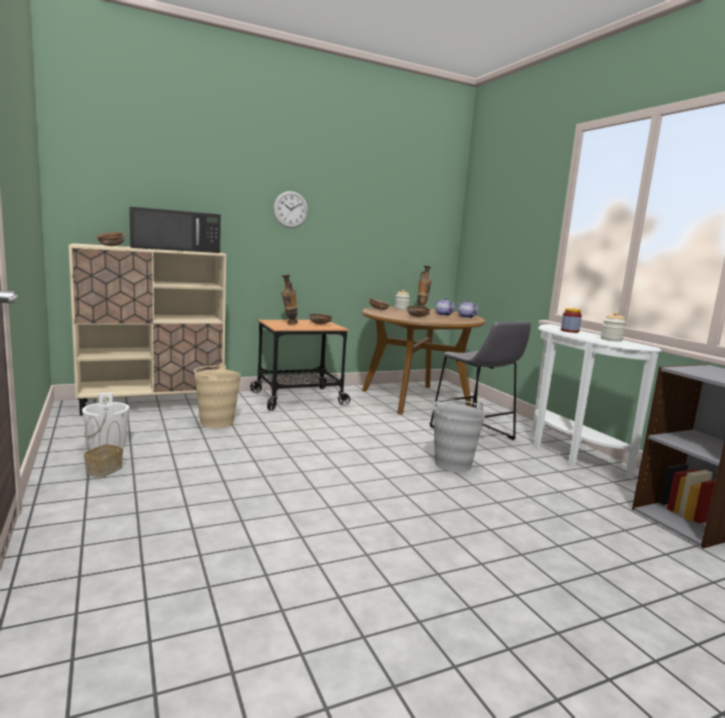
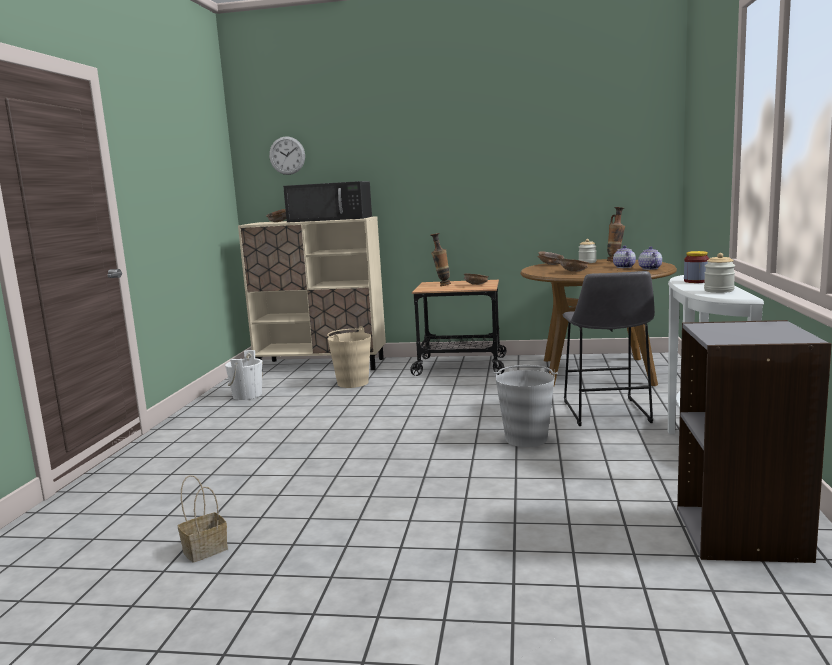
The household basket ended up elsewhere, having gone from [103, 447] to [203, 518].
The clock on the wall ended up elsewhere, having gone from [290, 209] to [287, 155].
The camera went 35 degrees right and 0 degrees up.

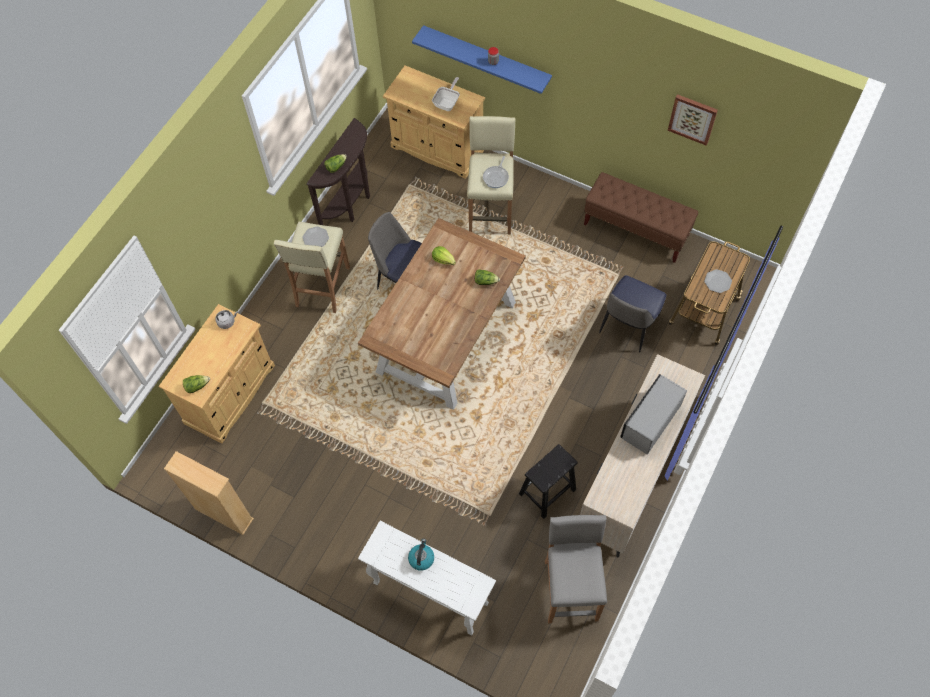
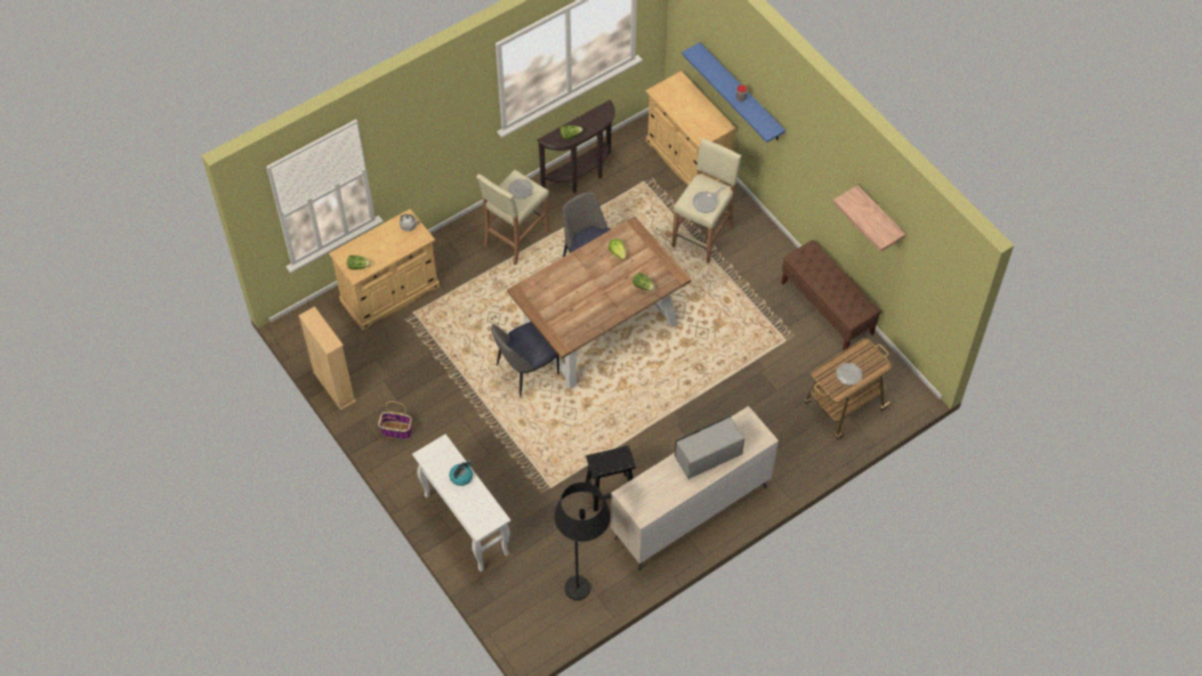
The second view gained the household basket at [395, 420].
The chair ended up elsewhere, having gone from [632, 314] to [525, 360].
Where the stool seat (grey) stood at [576, 569], the standard lamp (black-coloured) came to stand at [582, 541].
Where the picture hung at [693, 120], the bracket shelf came to hang at [869, 218].
The second view lost the skillet at [446, 94].
The camera went 25 degrees right and 5 degrees down.

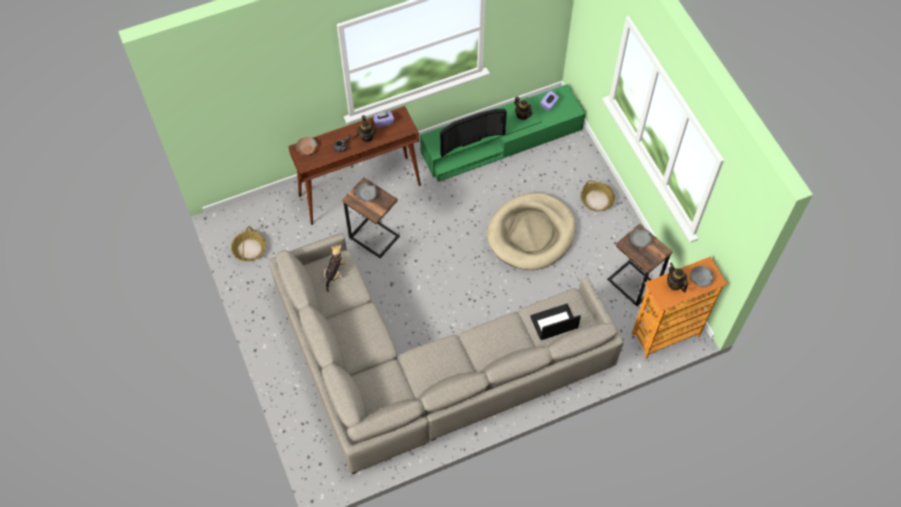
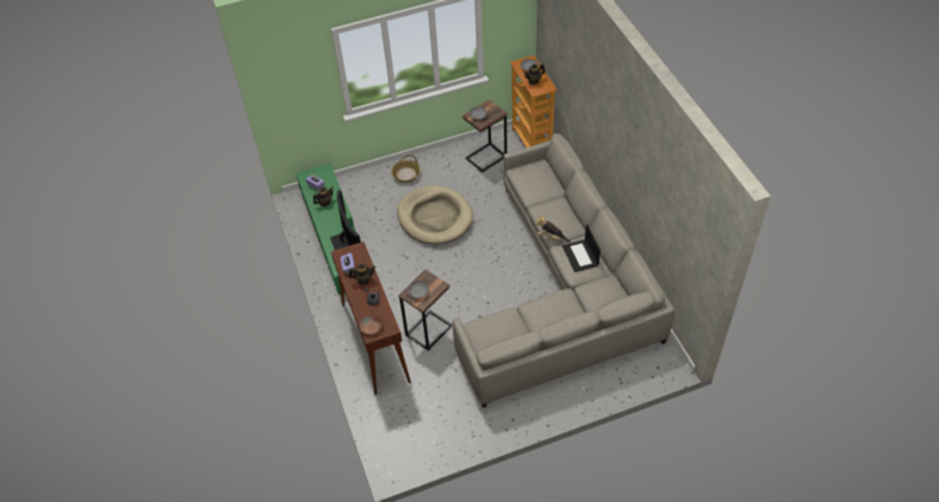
The cuddly toy ended up elsewhere, having gone from [335, 268] to [553, 228].
The laptop ended up elsewhere, having gone from [555, 322] to [581, 248].
The second view lost the household basket at [248, 243].
The camera went 85 degrees left and 10 degrees down.

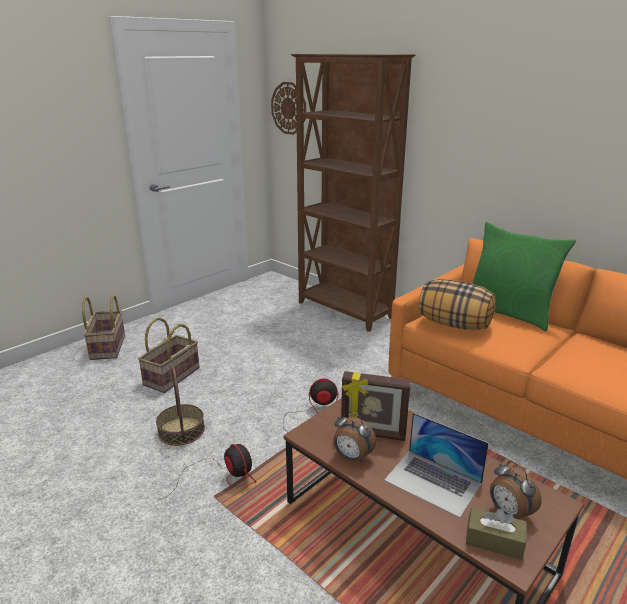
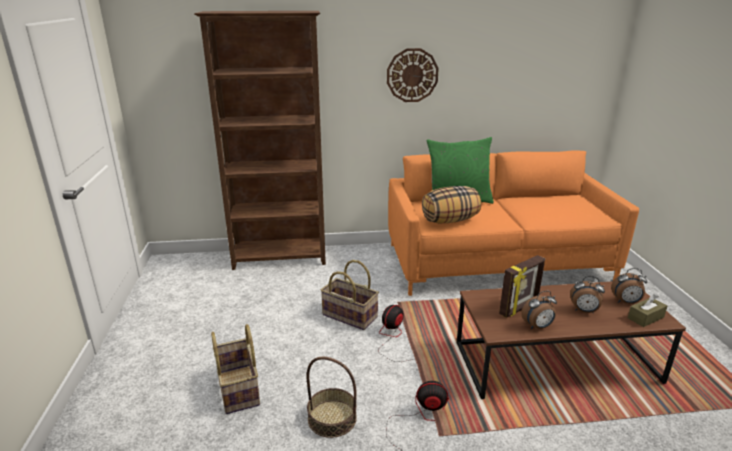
The household basket ended up elsewhere, having gone from [103, 327] to [350, 295].
The clock on the wall ended up elsewhere, having gone from [288, 108] to [413, 75].
Where the laptop stood at [436, 465], the bedside clock came to stand at [587, 294].
The camera went 50 degrees left and 0 degrees up.

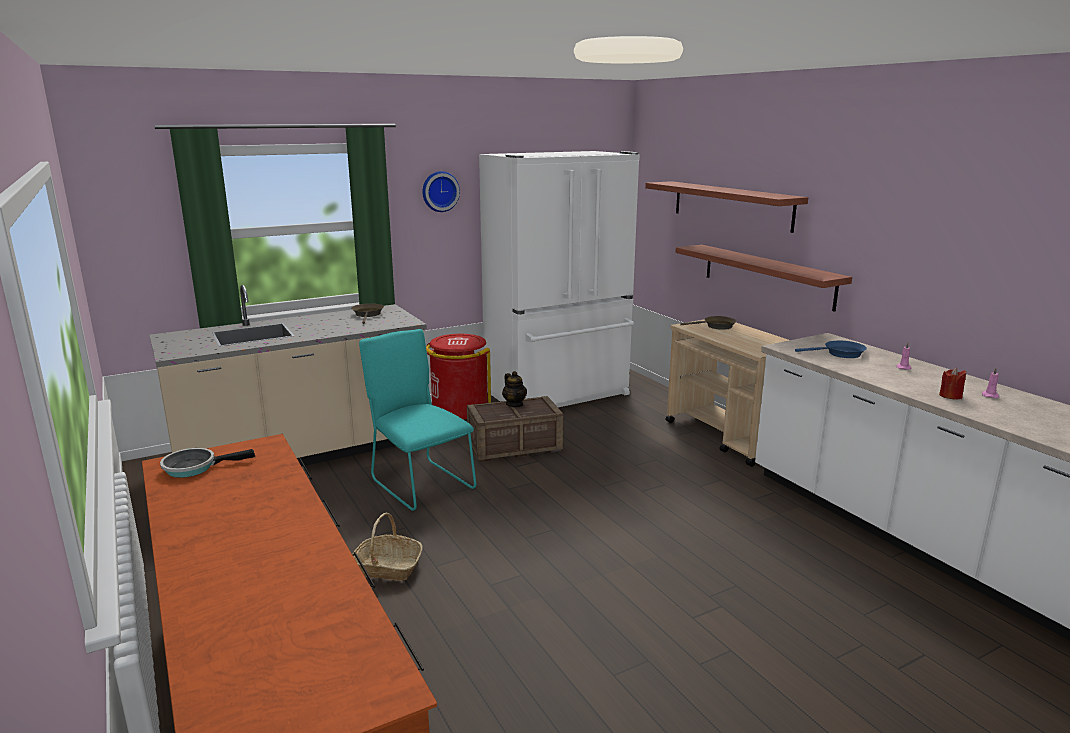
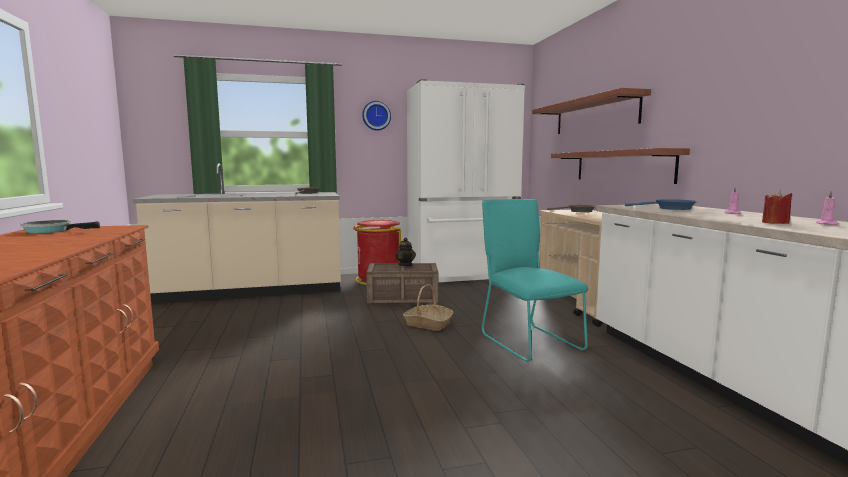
The household basket ended up elsewhere, having gone from [387, 547] to [428, 307].
The chair (turquoise-coloured) ended up elsewhere, having gone from [417, 420] to [535, 280].
The camera went 15 degrees right and 10 degrees down.

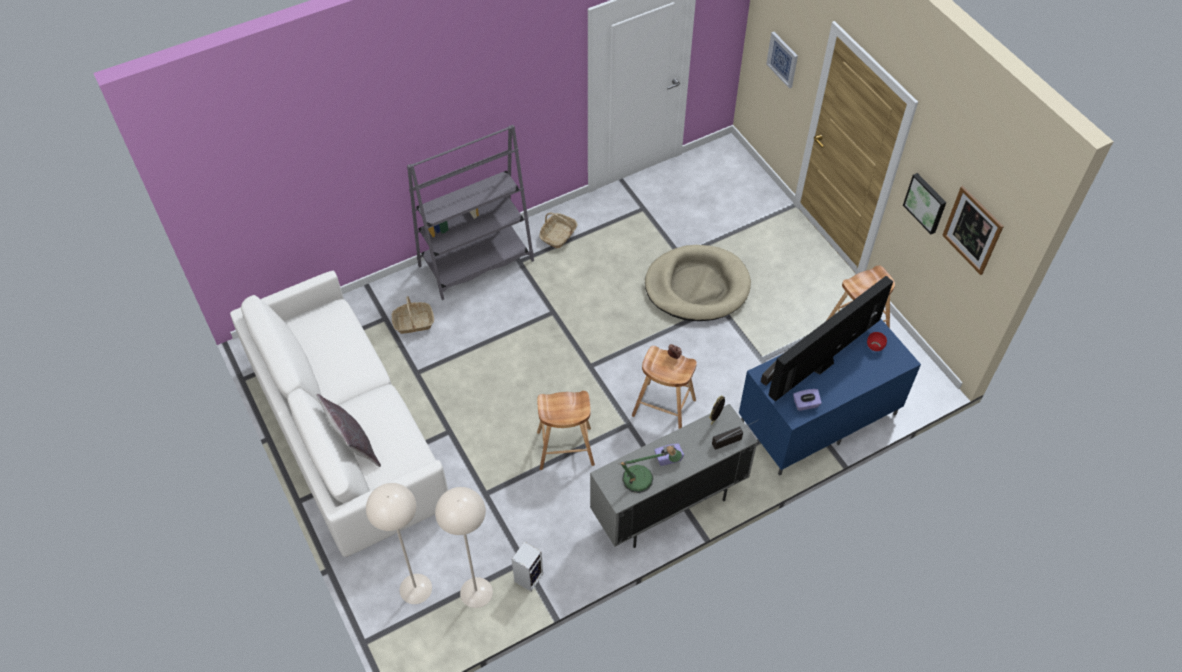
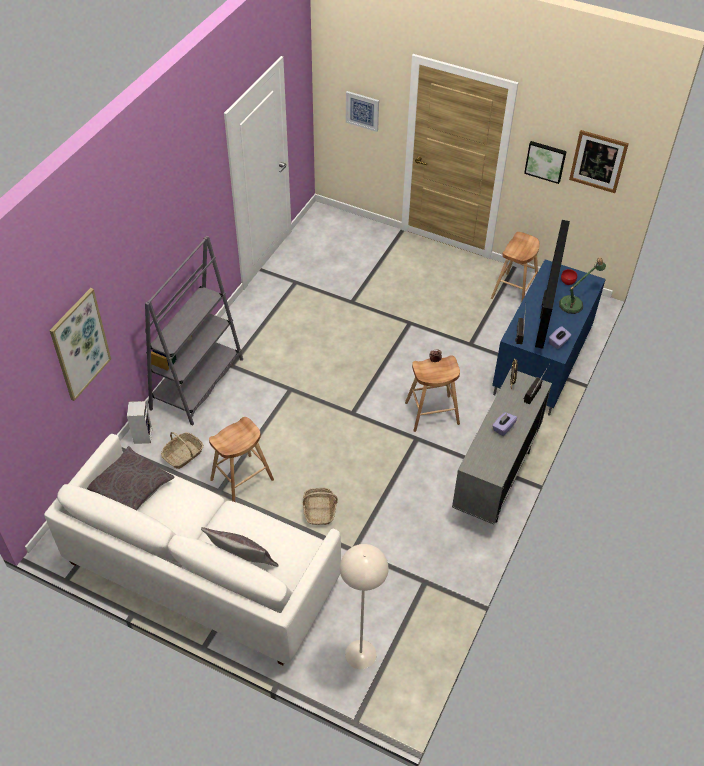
The second view gained the picture at [80, 344].
The second view gained the cushion (grey) at [131, 478].
The speaker ended up elsewhere, having gone from [527, 567] to [139, 422].
The stool seat (brownish) ended up elsewhere, having gone from [566, 430] to [241, 459].
The household basket ended up elsewhere, having gone from [558, 230] to [320, 506].
The lamp for a table ended up elsewhere, having gone from [650, 469] to [582, 285].
The second view lost the standard lamp (sand-coloured) at [464, 547].
The second view lost the dog cushion (sand-coloured) at [698, 283].
The camera went 35 degrees left and 5 degrees down.

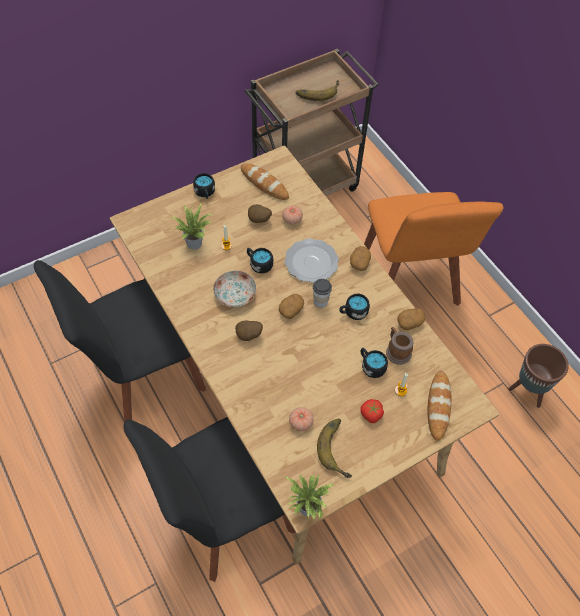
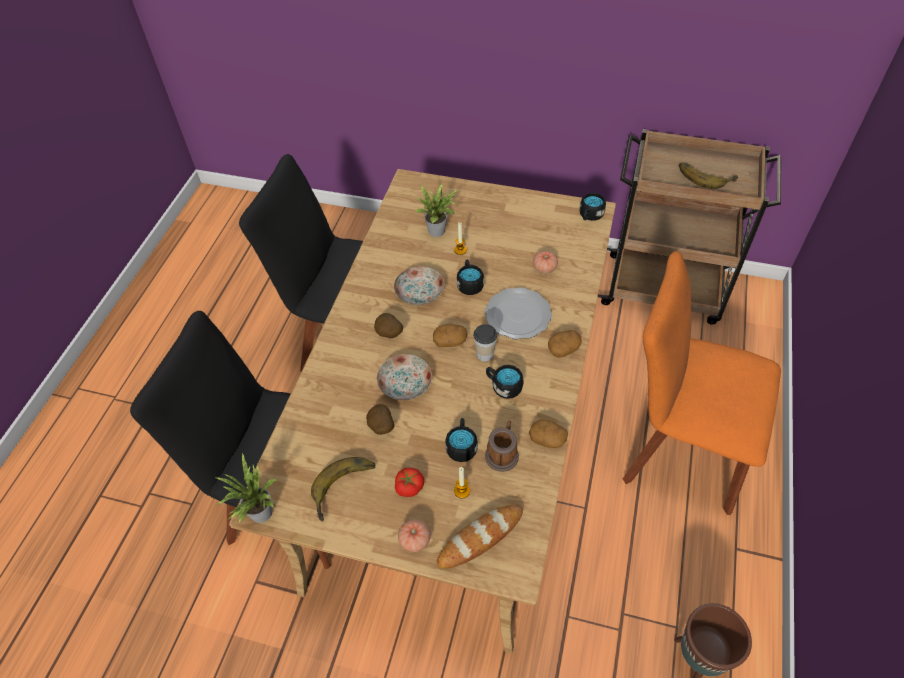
The whole potato ended up elsewhere, having gone from [260, 213] to [380, 419].
The second view gained the plate at [404, 377].
The fresh tomato ended up elsewhere, having gone from [301, 419] to [414, 535].
The mug (black-coloured) ended up elsewhere, having gone from [204, 186] to [592, 207].
The chair (orangey) at [434, 249] ended up facing another way, 75 degrees clockwise from before.
The second view lost the bakery bread at [265, 181].
The camera went 50 degrees right and 5 degrees down.

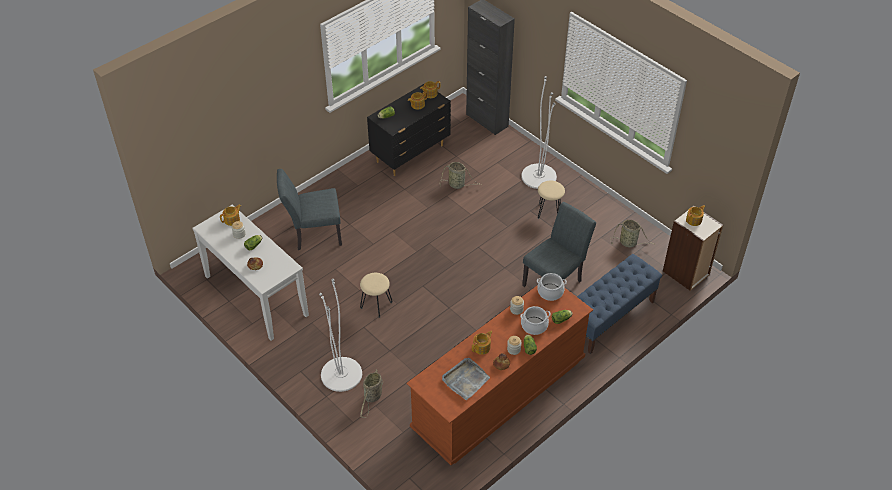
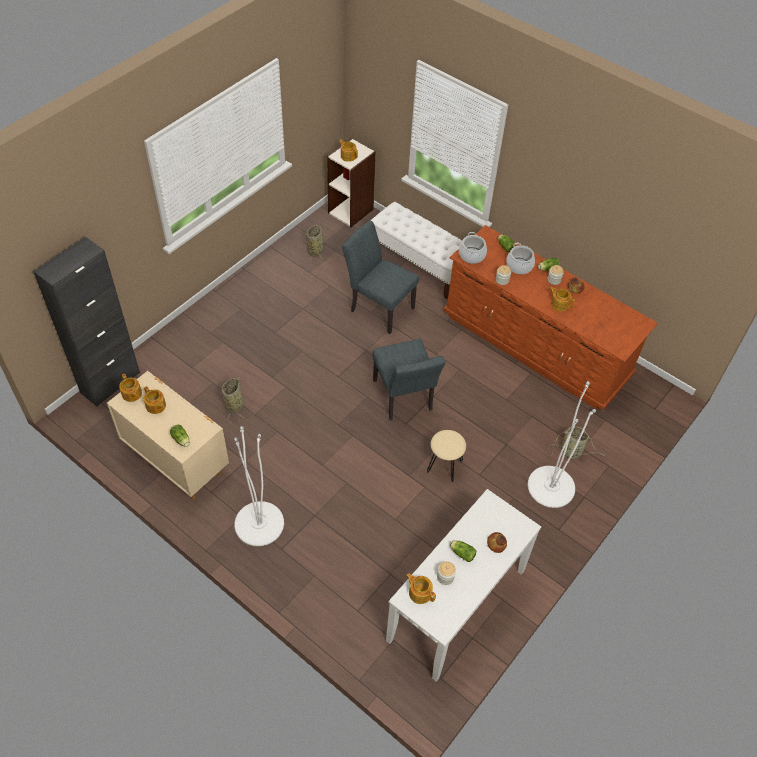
What was the drawer chest (black-coloured) at [409, 129] turned into the drawer chest (sand-coloured) at [168, 435].
The standard lamp (whitish) ended up elsewhere, having gone from [539, 132] to [259, 486].
What was the indoor bench (blue) at [619, 304] turned into the indoor bench (whitish) at [416, 250].
The chair (grey) ended up elsewhere, having gone from [309, 209] to [409, 379].
The second view lost the serving tray (grey) at [466, 379].
The second view lost the stool seat (sand-coloured) at [551, 199].
The camera went 100 degrees left and 5 degrees up.

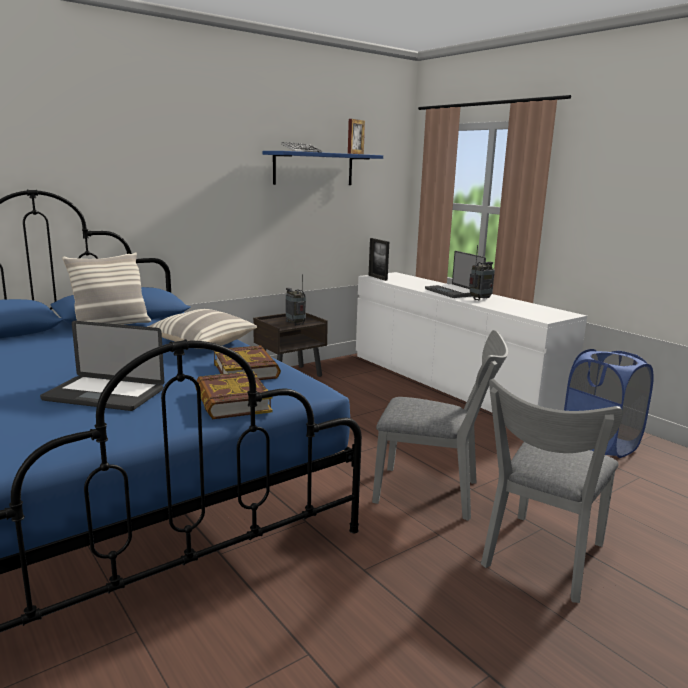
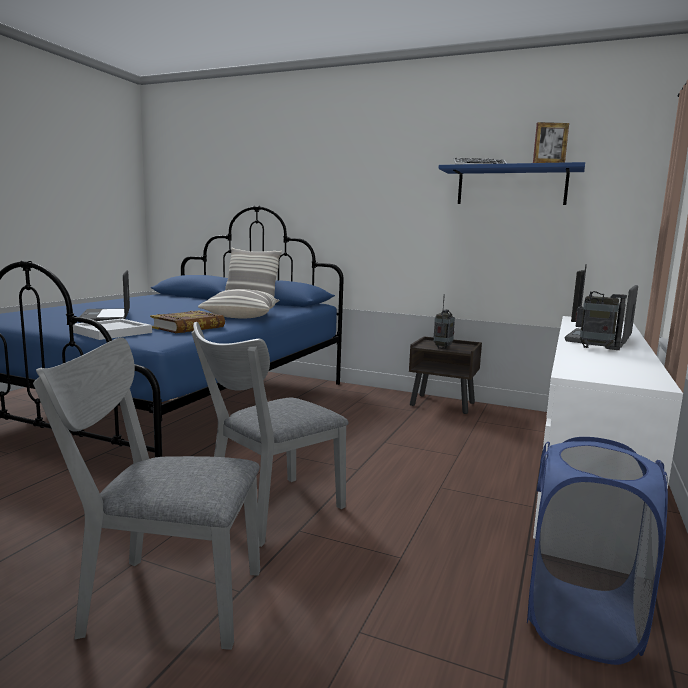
Where the volume stood at [233, 395], the serving tray (whitish) came to stand at [112, 329].
The chair (grey) at [440, 425] ended up facing another way, 60 degrees clockwise from before.
The camera went 60 degrees right and 5 degrees down.

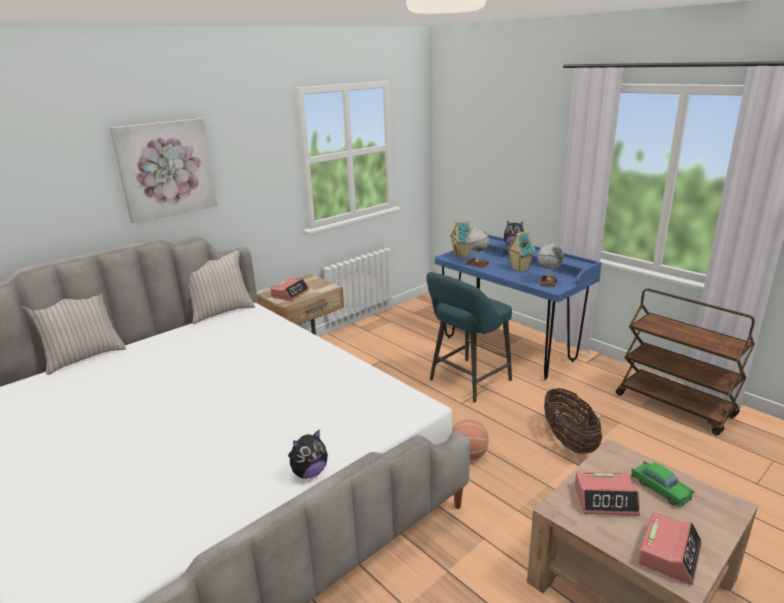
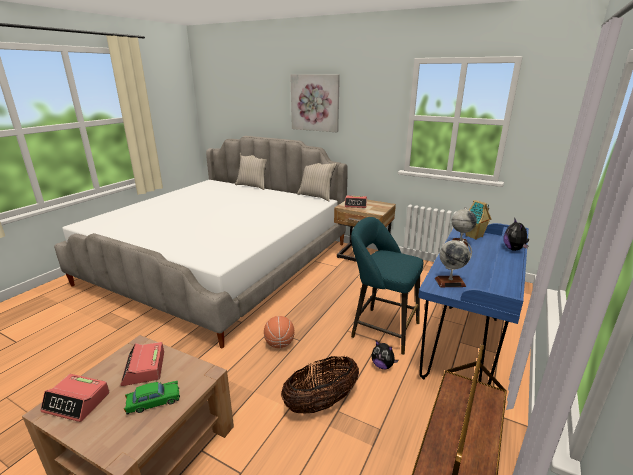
The toy car (greenish) at [662, 484] ended up facing another way, 150 degrees counterclockwise from before.
The cuddly toy ended up elsewhere, having gone from [308, 454] to [384, 355].
The second view lost the toy house at [521, 251].
The camera went 70 degrees right and 0 degrees up.

